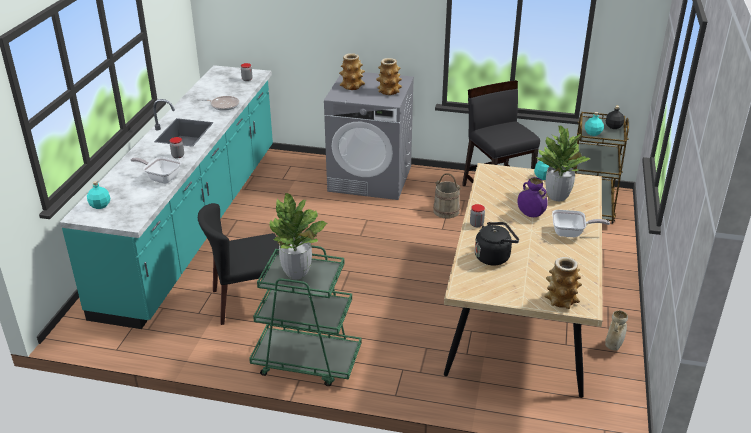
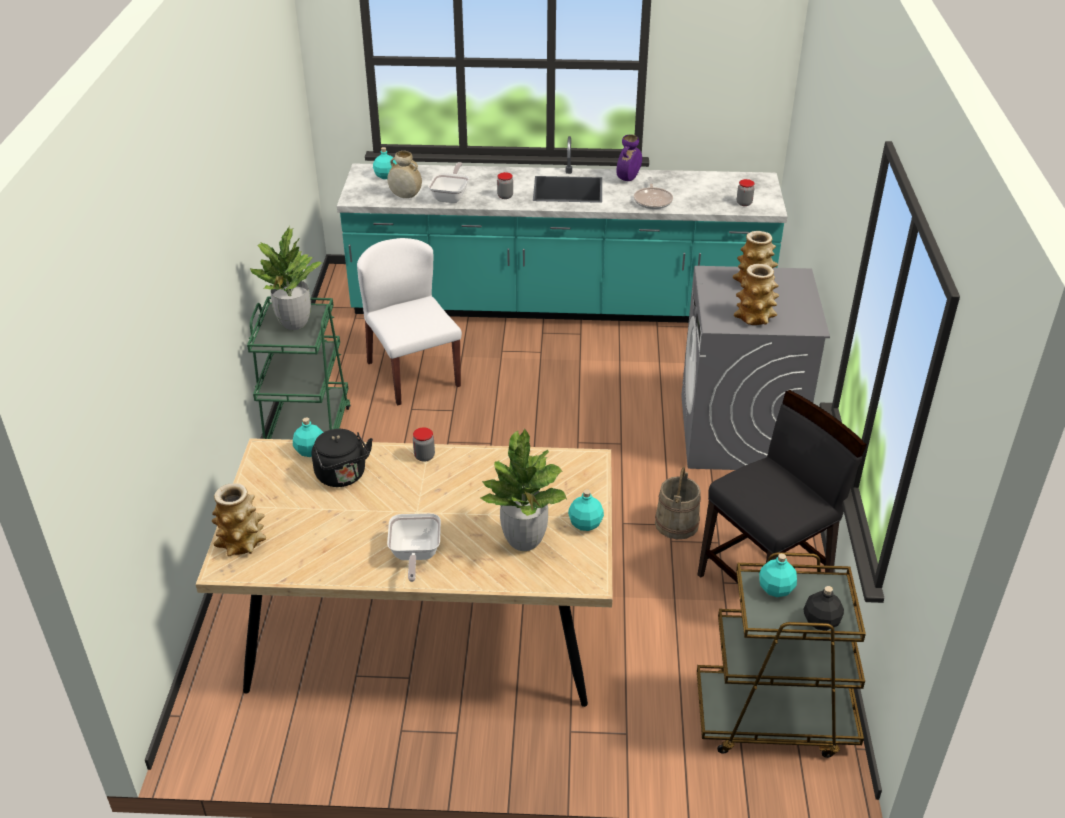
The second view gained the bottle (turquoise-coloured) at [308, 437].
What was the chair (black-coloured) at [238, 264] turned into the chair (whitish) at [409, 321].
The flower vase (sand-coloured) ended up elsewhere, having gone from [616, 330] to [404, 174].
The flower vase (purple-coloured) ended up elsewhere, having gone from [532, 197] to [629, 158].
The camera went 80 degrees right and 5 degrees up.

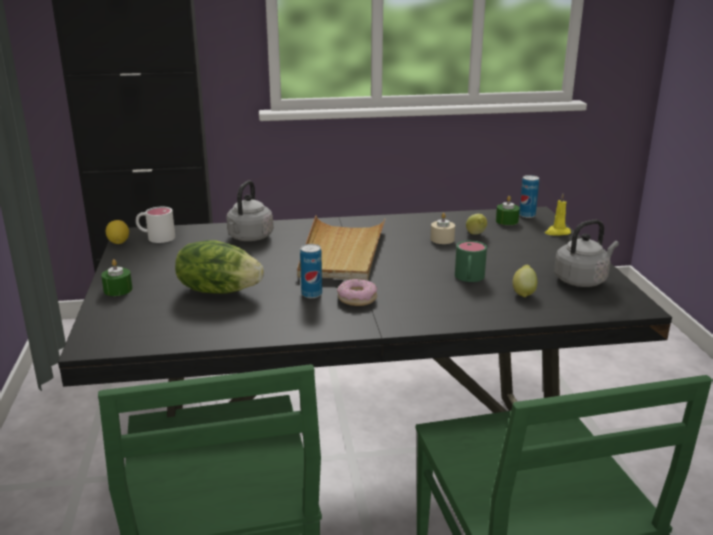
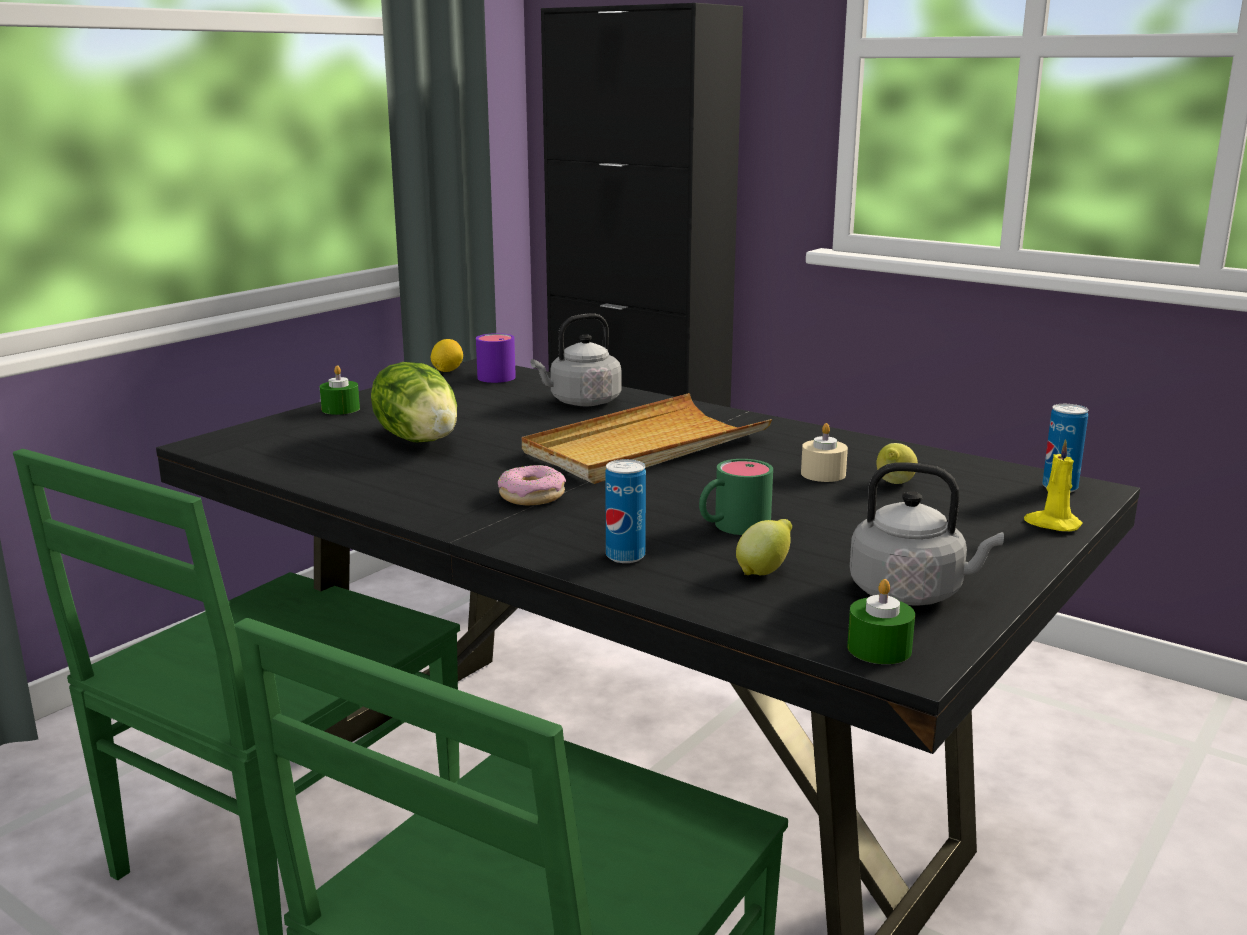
What was the mug (whitish) at [155, 225] turned into the mug (purple-coloured) at [496, 358].
The metal can ended up elsewhere, having gone from [311, 271] to [625, 511].
The wax candle (greenish) ended up elsewhere, having gone from [508, 210] to [881, 621].
The camera went 45 degrees right and 5 degrees down.

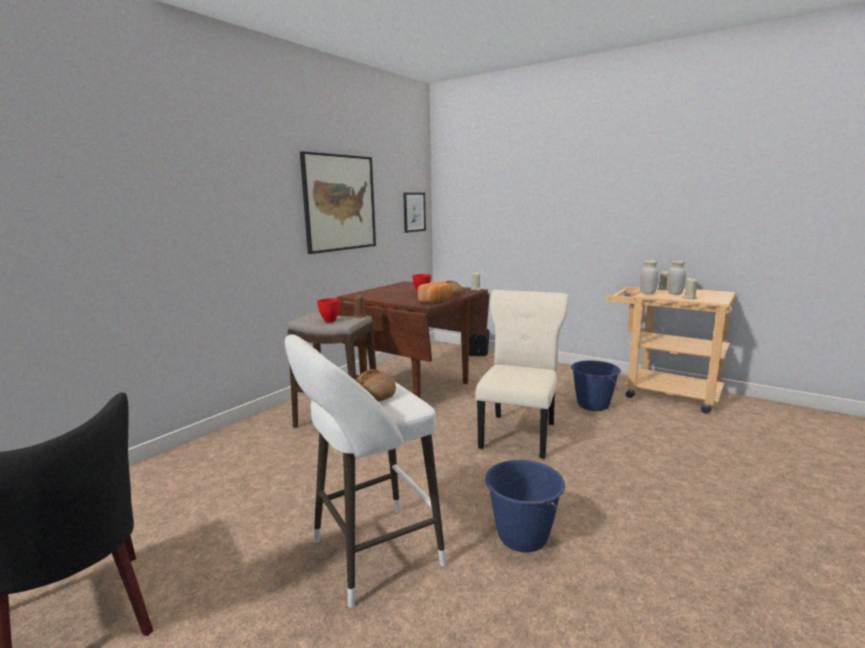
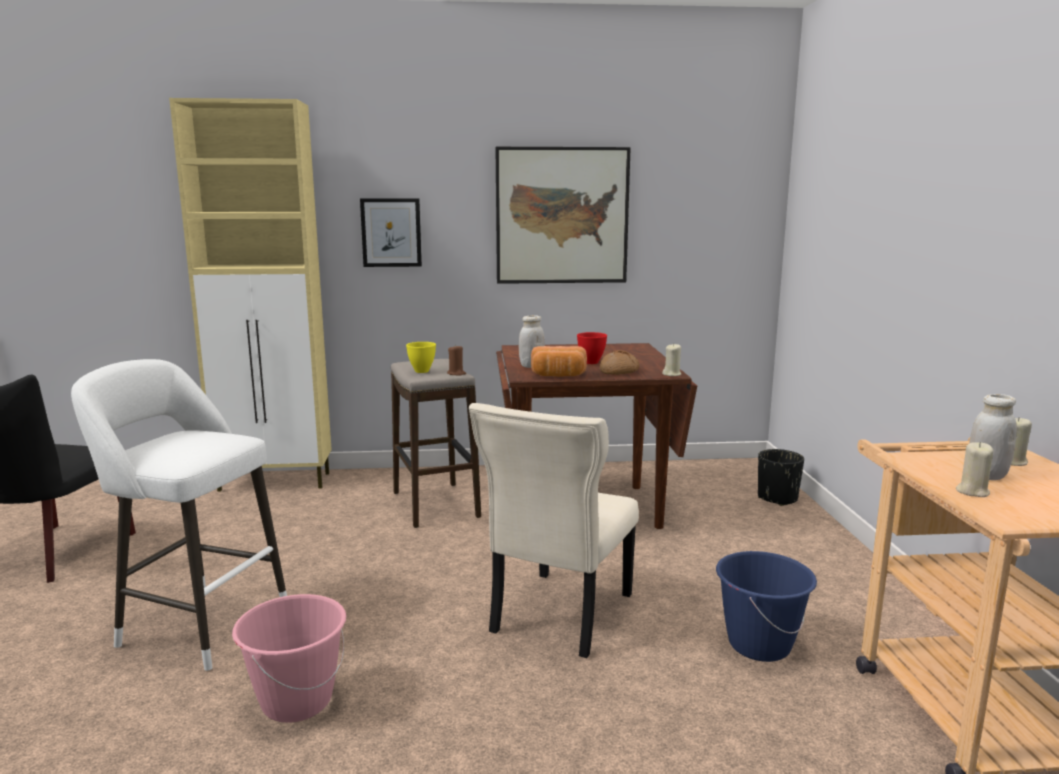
The second view gained the cabinet (sand-coloured) at [250, 295].
What was the water bucket (blue) at [525, 506] turned into the water bucket (pink) at [289, 658].
The picture ended up elsewhere, having gone from [414, 212] to [391, 232].
What was the serving bowl (reddish) at [328, 310] turned into the serving bowl (yellow) at [421, 357].
The chair (sand-coloured) at [521, 374] ended up facing another way, 135 degrees clockwise from before.
The preserve jar (whitish) ended up elsewhere, having gone from [648, 277] to [532, 341].
The second view lost the bakery bread at [375, 385].
The camera went 50 degrees right and 0 degrees up.

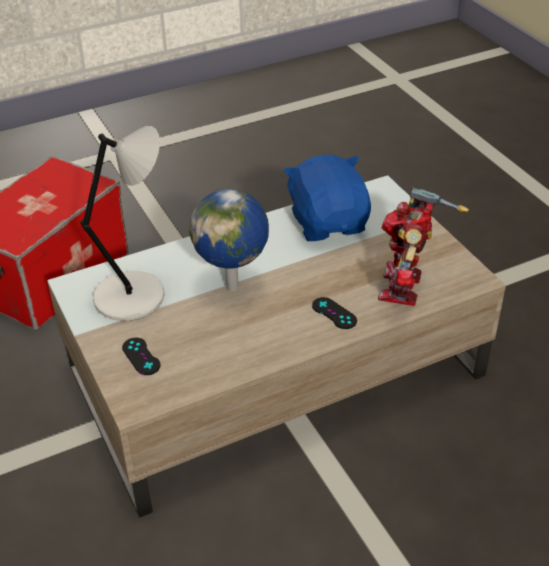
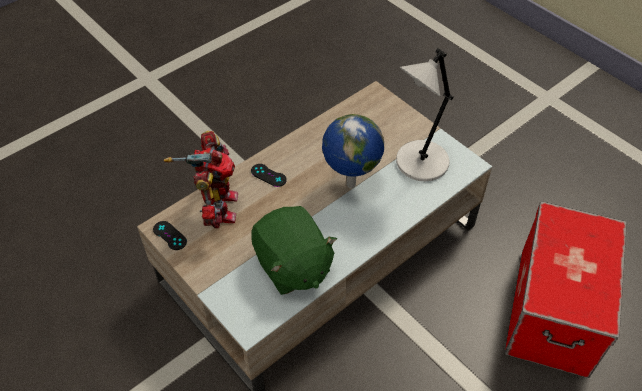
The game controller (black-coloured) ended up elsewhere, having gone from [141, 356] to [170, 235].
What was the cuddly toy (blue) at [327, 197] turned into the cuddly toy (greenish) at [294, 250].
The camera went 165 degrees right and 10 degrees up.

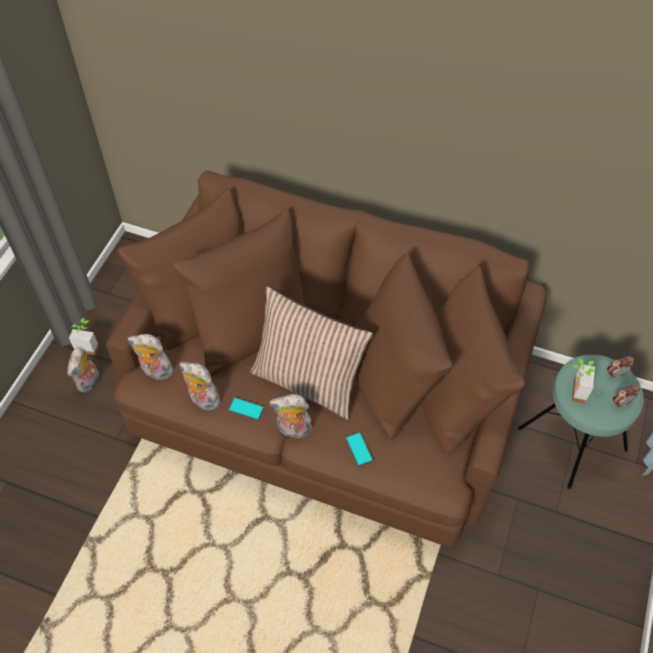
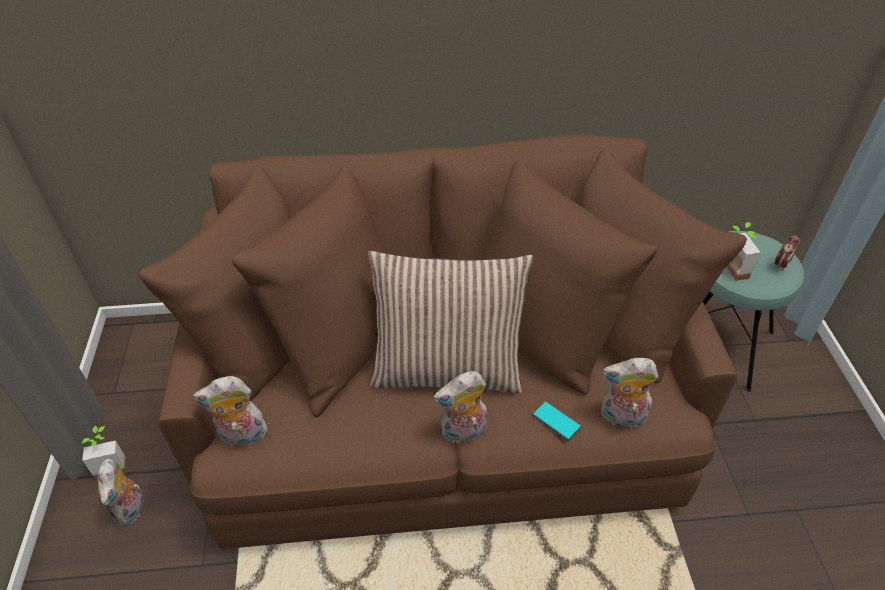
The cuddly toy ended up elsewhere, having gone from [201, 386] to [629, 393].
The second view lost the phone at [246, 408].
The second view lost the bedside clock at [620, 367].
The camera went 25 degrees left and 10 degrees down.

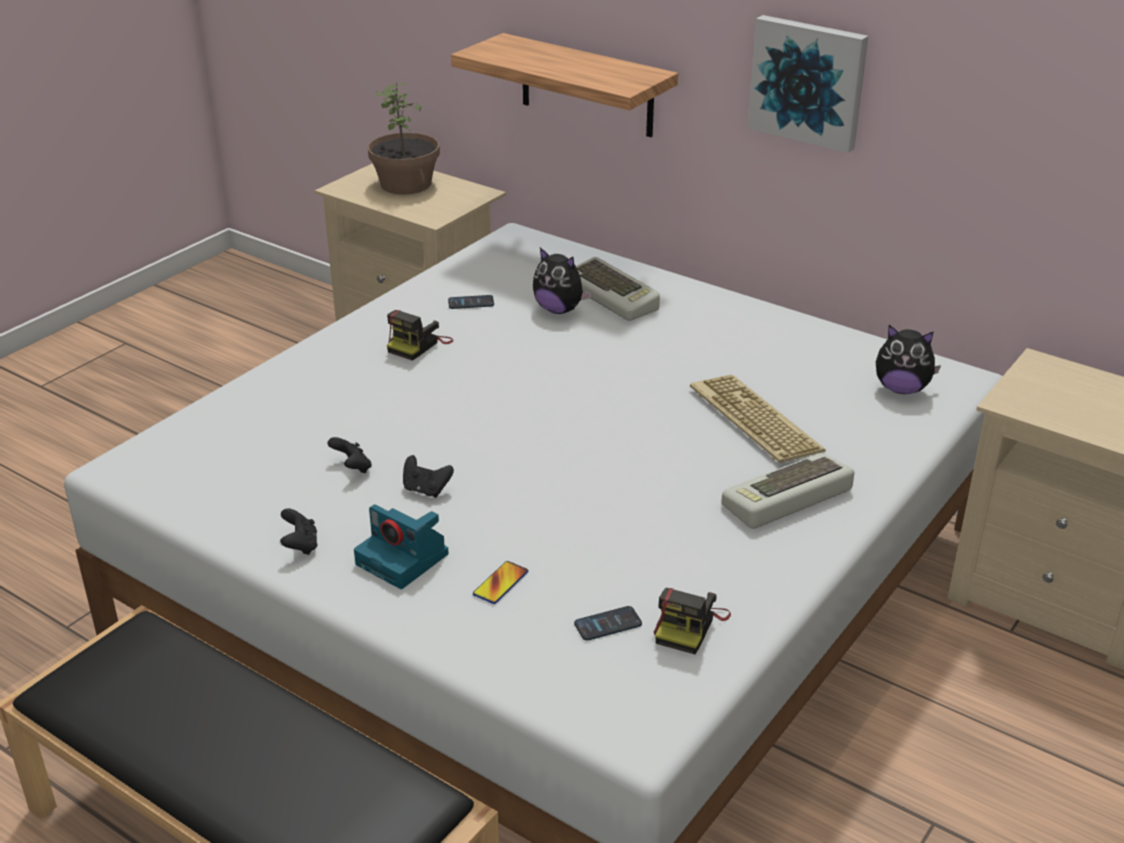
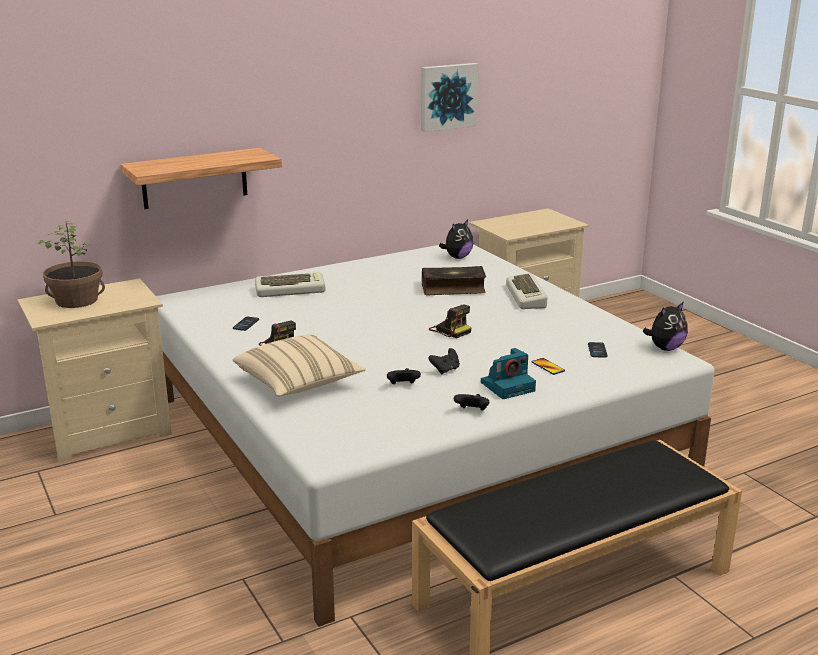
The second view gained the cushion (sand-coloured) at [299, 366].
The picture ended up elsewhere, having gone from [807, 84] to [450, 97].
Where the computer keyboard stood at [758, 419], the volume came to stand at [454, 280].
The still camera ended up elsewhere, having gone from [692, 621] to [450, 321].
The cuddly toy ended up elsewhere, having gone from [562, 281] to [665, 326].
The camera went 65 degrees left and 10 degrees down.

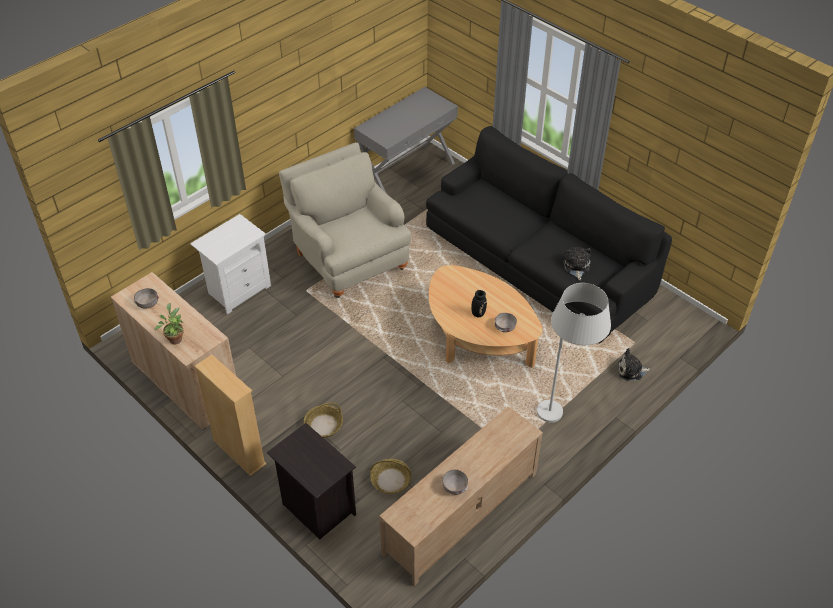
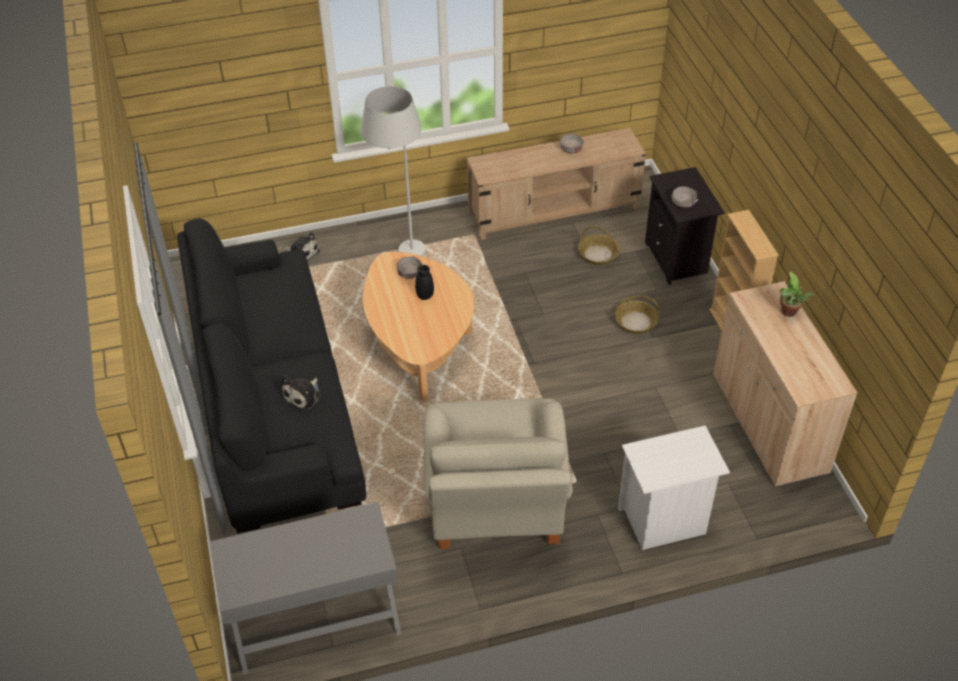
The cuddly toy ended up elsewhere, having gone from [577, 263] to [301, 393].
The serving bowl (grey) ended up elsewhere, having gone from [146, 298] to [684, 197].
The camera went 150 degrees left and 0 degrees up.

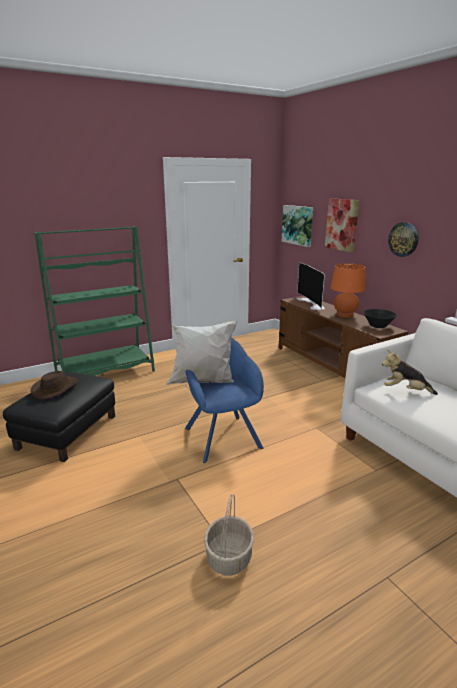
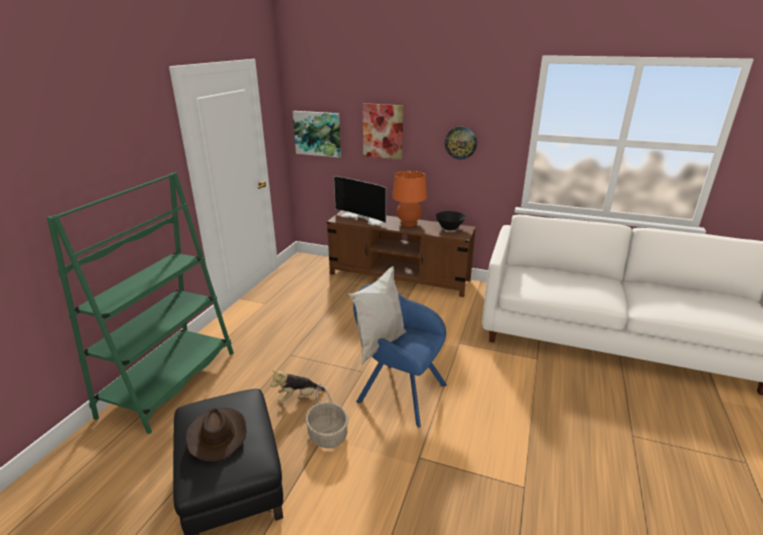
The cuddly toy ended up elsewhere, having gone from [410, 372] to [298, 386].
The household basket ended up elsewhere, having gone from [229, 535] to [327, 416].
The camera went 40 degrees left and 5 degrees up.

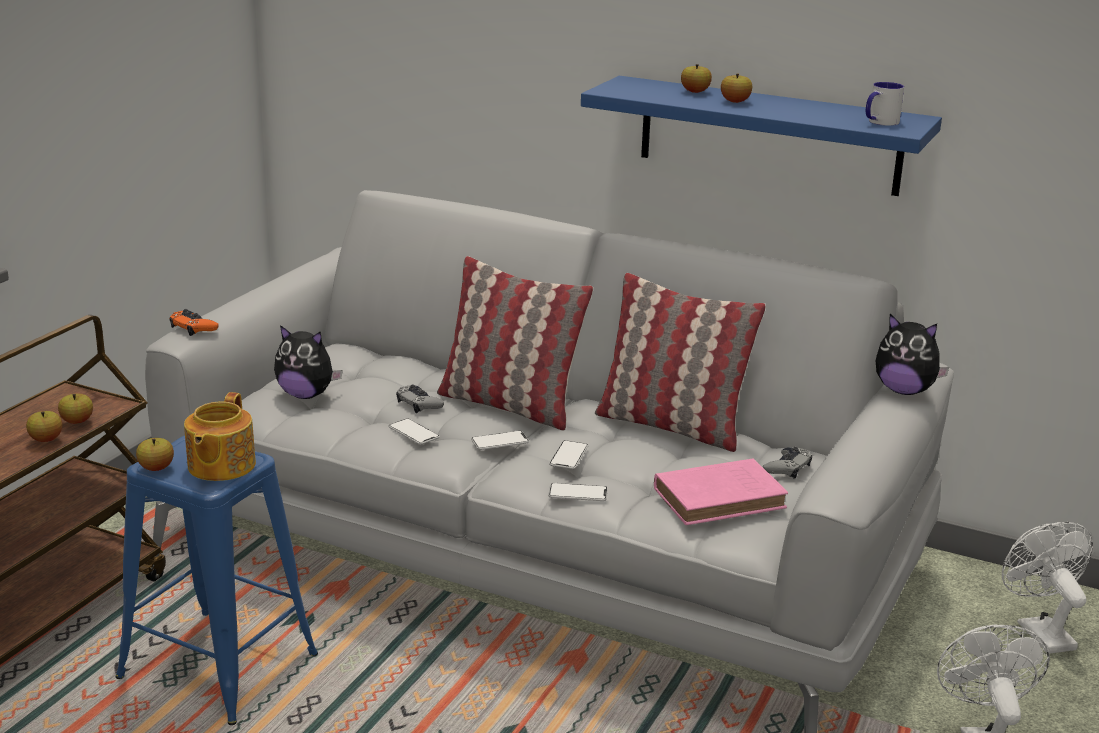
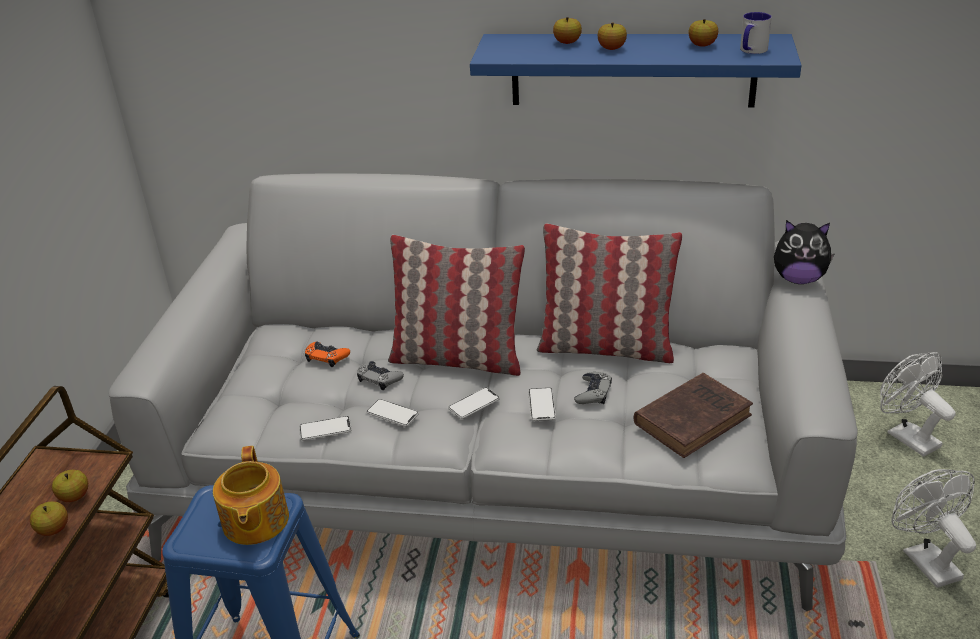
The phone ended up elsewhere, having gone from [578, 492] to [325, 428].
The game controller (orangey) ended up elsewhere, having gone from [194, 322] to [327, 354].
The game controller (grey) ended up elsewhere, having gone from [787, 463] to [593, 388].
What was the volume (pink) at [721, 491] turned into the volume (brownish) at [693, 415].
The whole apple ended up elsewhere, having gone from [155, 454] to [703, 33].
The second view lost the cuddly toy at [308, 362].
The camera went 15 degrees left and 10 degrees up.

